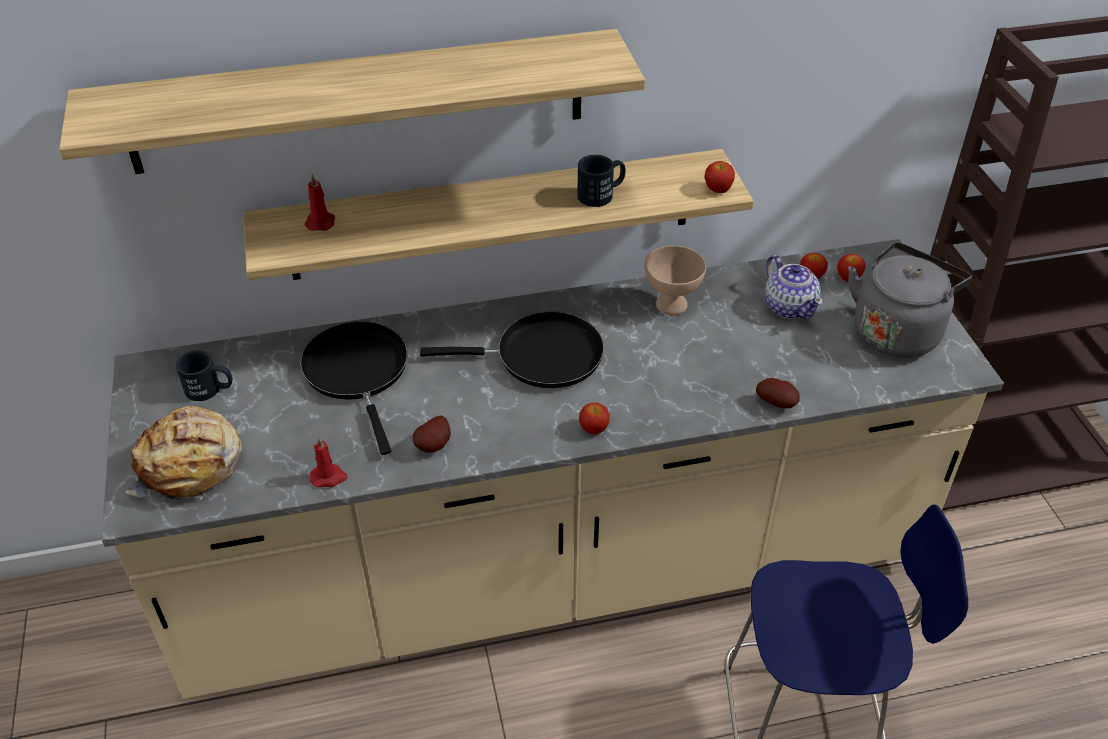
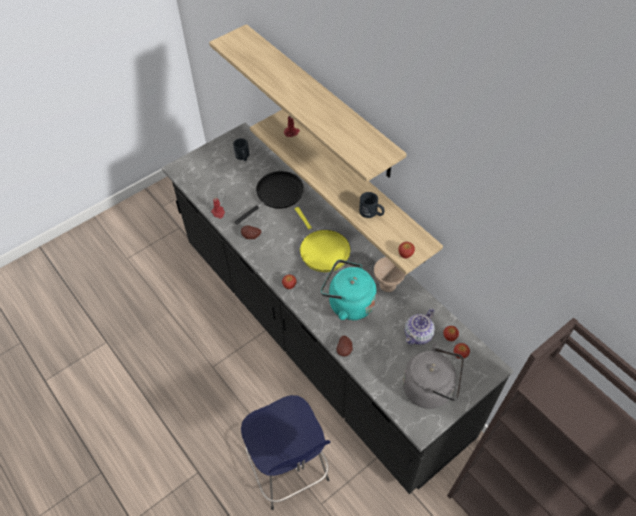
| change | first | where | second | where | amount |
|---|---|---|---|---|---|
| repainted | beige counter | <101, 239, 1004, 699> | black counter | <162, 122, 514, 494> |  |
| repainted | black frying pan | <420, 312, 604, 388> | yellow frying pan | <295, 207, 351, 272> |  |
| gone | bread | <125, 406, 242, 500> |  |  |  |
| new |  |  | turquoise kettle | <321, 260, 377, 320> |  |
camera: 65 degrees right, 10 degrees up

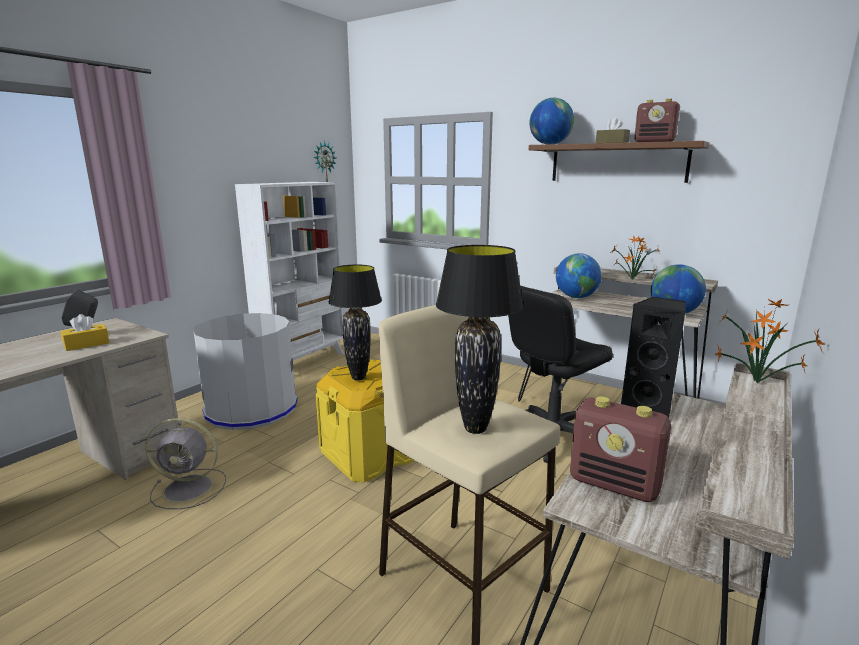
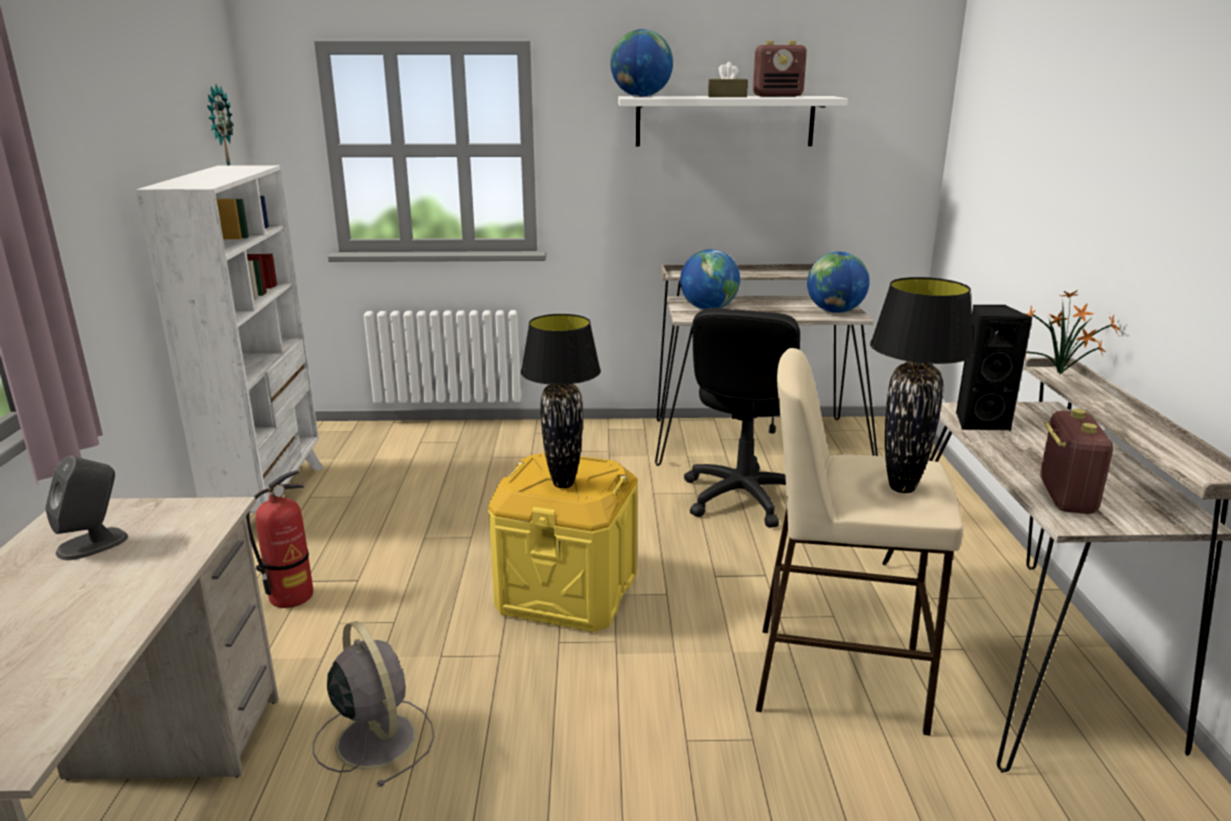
| change | first | where | second | where | amount |
|---|---|---|---|---|---|
| repainted | brown shelf | <529, 141, 710, 183> | white shelf | <618, 96, 848, 147> |  |
| gone | potted plant | <610, 235, 660, 279> |  |  |  |
| swapped | grey trash can | <193, 313, 298, 430> | fire extinguisher | <246, 470, 313, 608> |  |
| gone | yellow tissue box | <61, 314, 109, 351> |  |  |  |
| rotated | radio | <570, 397, 671, 502> |  | <1040, 409, 1113, 514> | 75 degrees counterclockwise |
| rotated | grey fan | <145, 418, 226, 509> |  | <313, 621, 435, 787> | 90 degrees counterclockwise |
camera: 35 degrees left, 5 degrees up

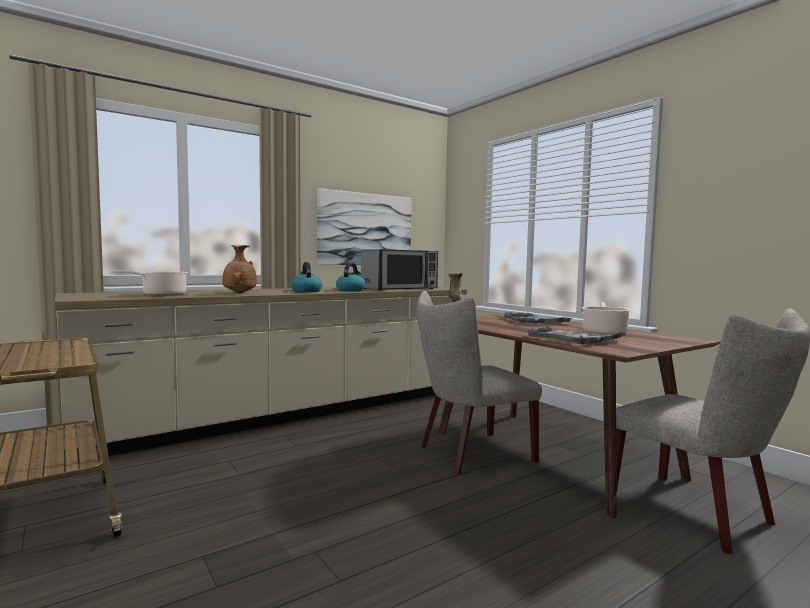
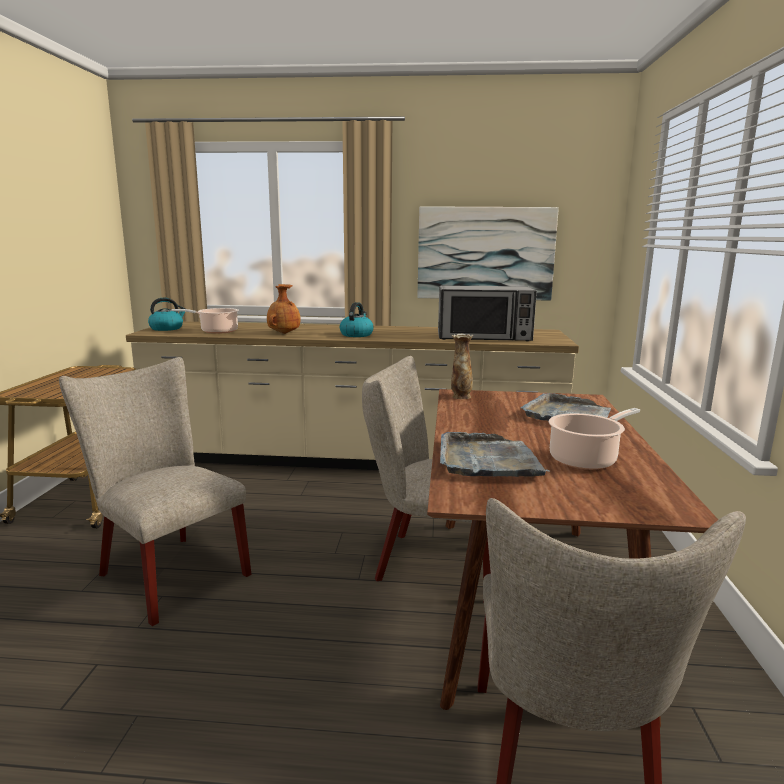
| change | first | where | second | where | amount |
|---|---|---|---|---|---|
| shifted | kettle | <336, 263, 366, 292> |  | <148, 298, 186, 331> |  |
| new |  |  | beige chair | <59, 357, 251, 626> |  |
camera: 40 degrees right, 10 degrees up

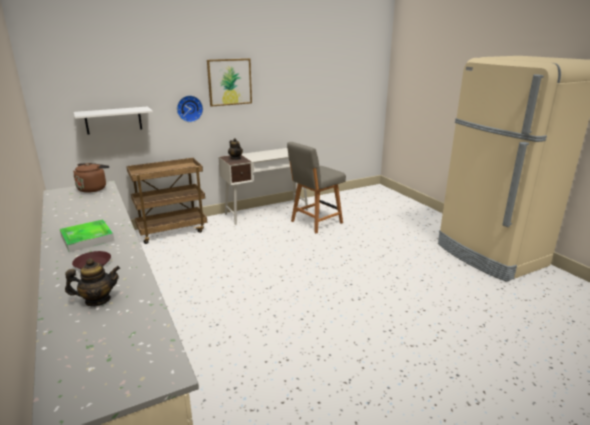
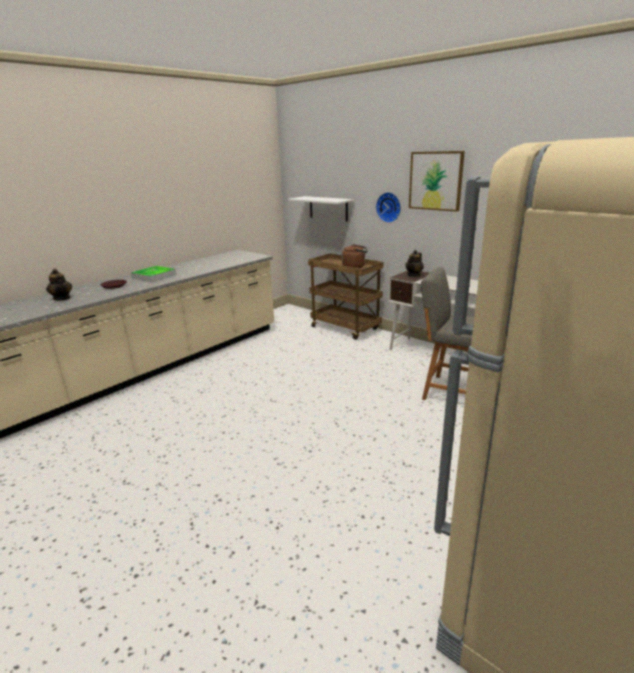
| change | first | where | second | where | amount |
|---|---|---|---|---|---|
| shifted | brown kettle | <73, 163, 109, 193> |  | <342, 244, 367, 268> |  |
camera: 70 degrees right, 0 degrees up

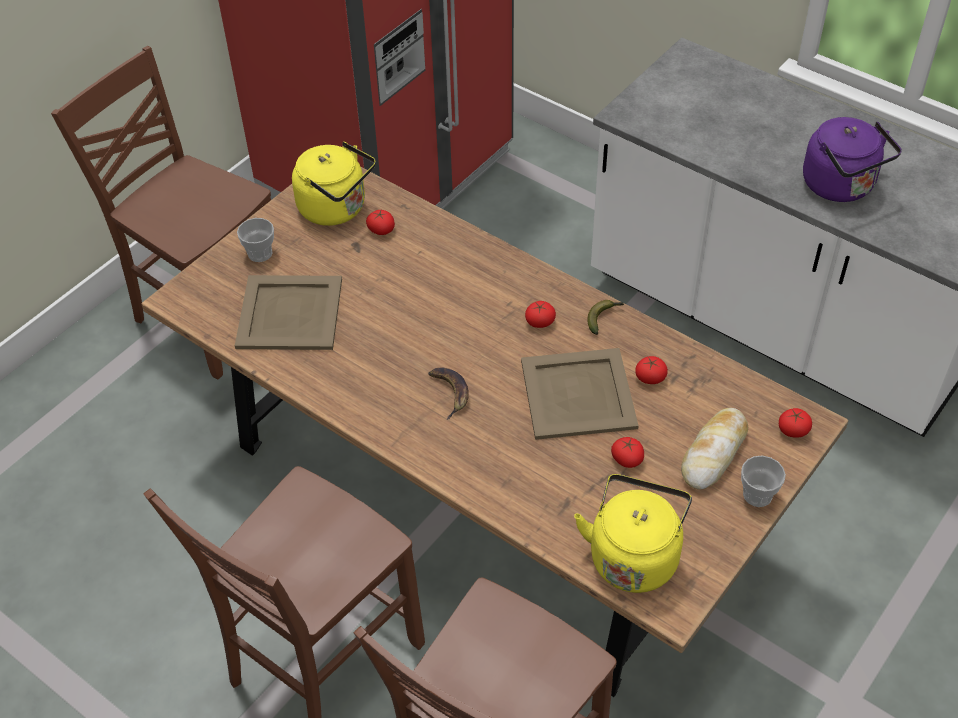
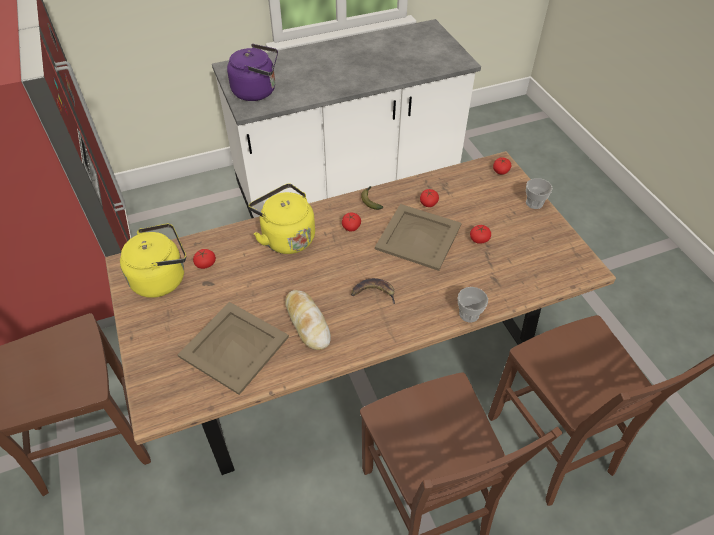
| change | first | where | second | where | amount |
|---|---|---|---|---|---|
| shifted | purple kettle | <803, 117, 902, 202> |  | <227, 44, 278, 101> |  |
| shifted | cup | <237, 218, 274, 262> |  | <458, 287, 488, 323> |  |
| shifted | bread | <681, 408, 748, 490> |  | <285, 290, 331, 350> |  |
| shifted | yellow kettle | <574, 474, 692, 593> |  | <248, 183, 315, 254> |  |
camera: 60 degrees left, 0 degrees up

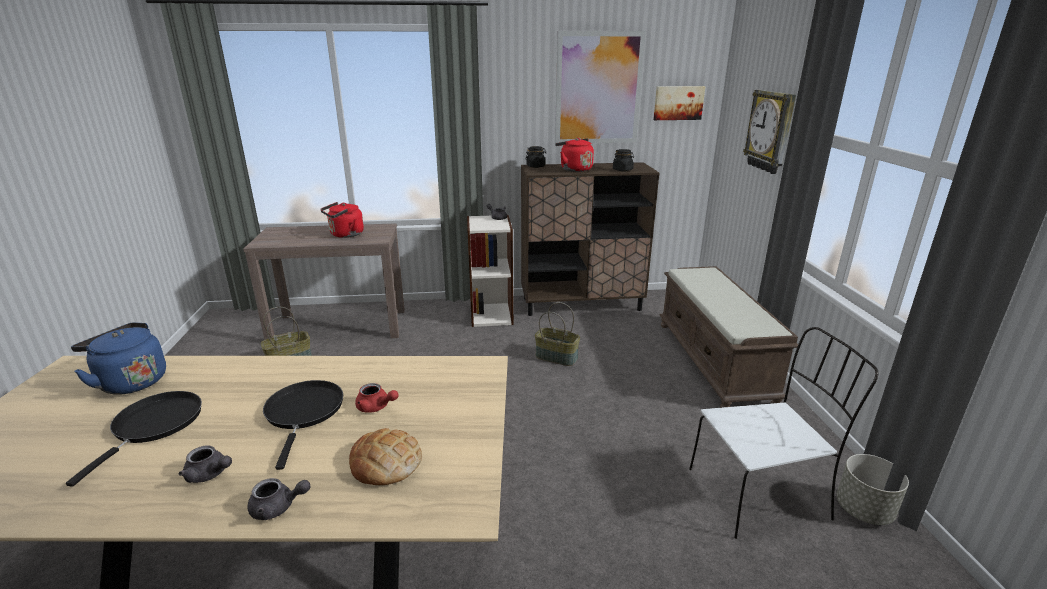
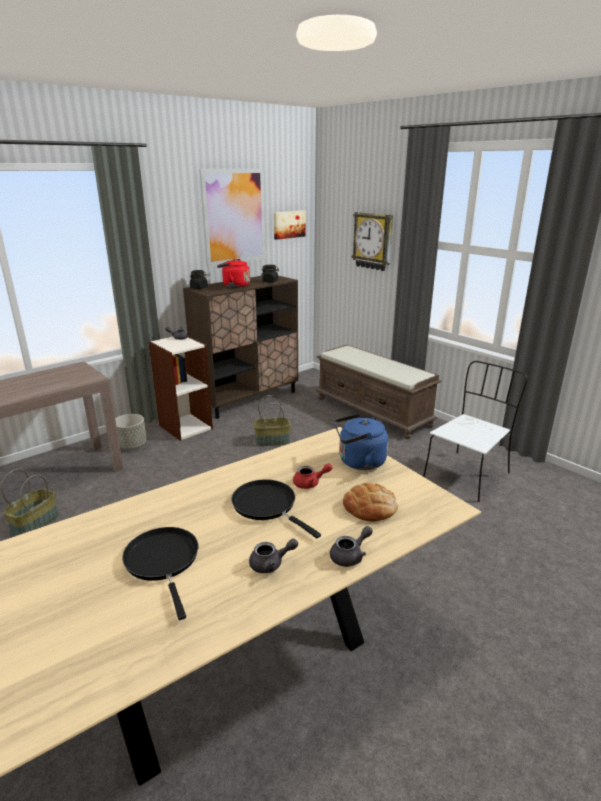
| change | first | where | second | where | amount |
|---|---|---|---|---|---|
| gone | red kettle | <320, 202, 364, 238> |  |  |  |
| shifted | blue kettle | <71, 322, 166, 395> |  | <334, 413, 388, 470> |  |
| shifted | grey planter | <836, 454, 909, 525> |  | <115, 414, 147, 449> |  |
camera: 35 degrees left, 0 degrees up

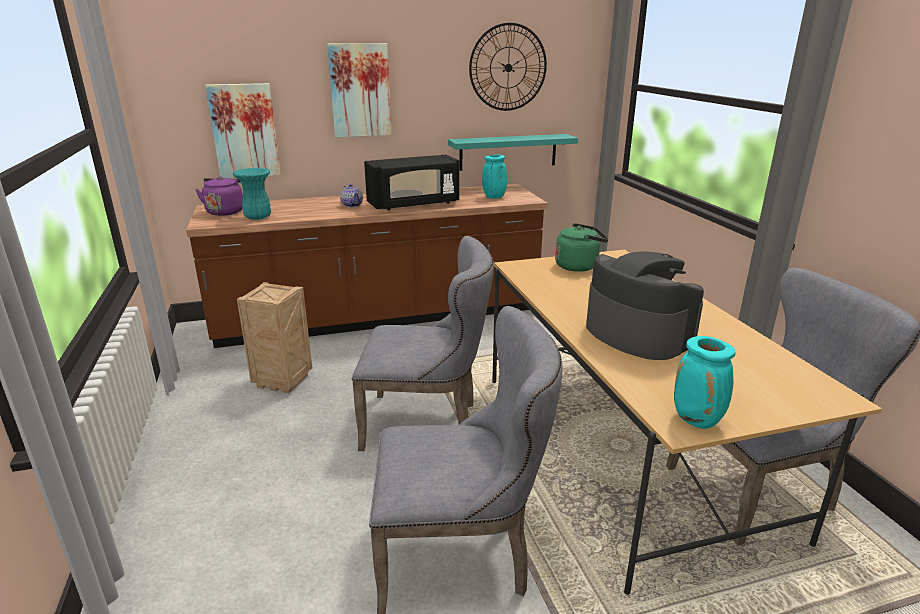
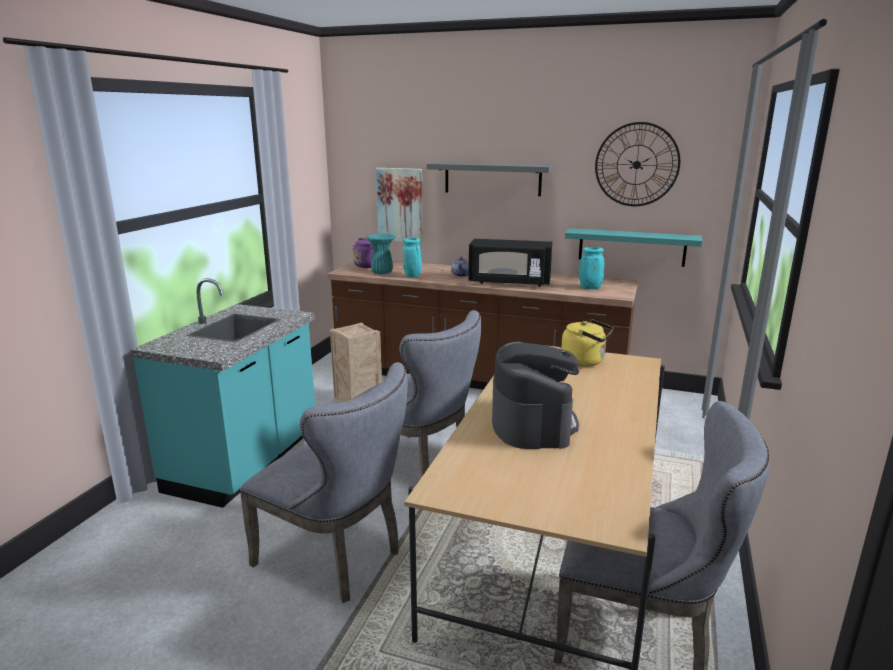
| change | first | where | second | where | amount |
|---|---|---|---|---|---|
| swapped | picture | <327, 43, 391, 137> | grey shelf | <427, 162, 554, 196> |  |
| repainted | green kettle | <555, 223, 608, 272> | yellow kettle | <561, 319, 614, 367> |  |
| shifted | turquoise vase | <674, 336, 735, 429> |  | <402, 237, 422, 278> |  |
| new |  |  | turquoise counter | <130, 278, 315, 508> |  |
camera: 35 degrees right, 5 degrees down

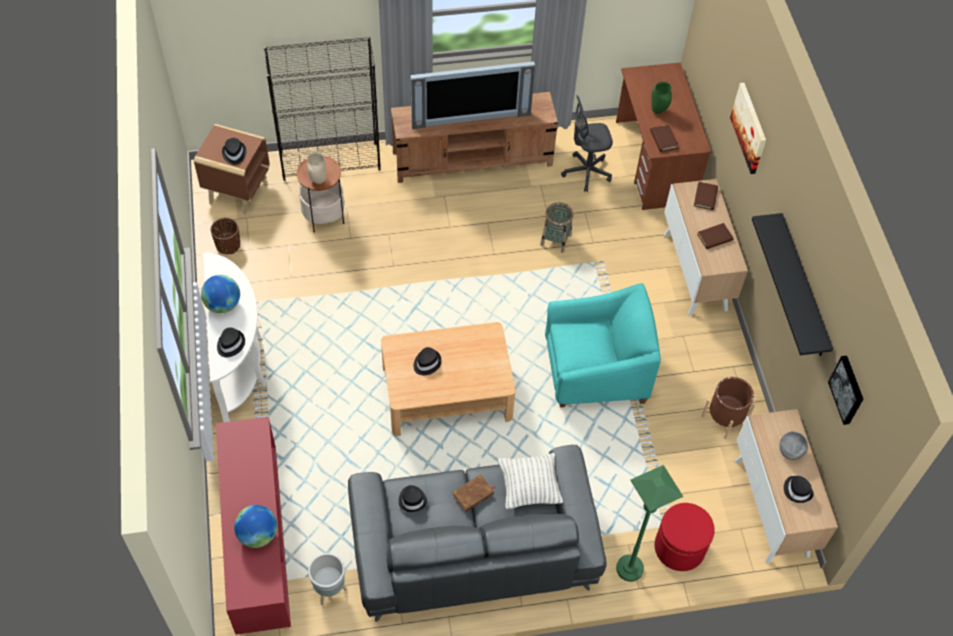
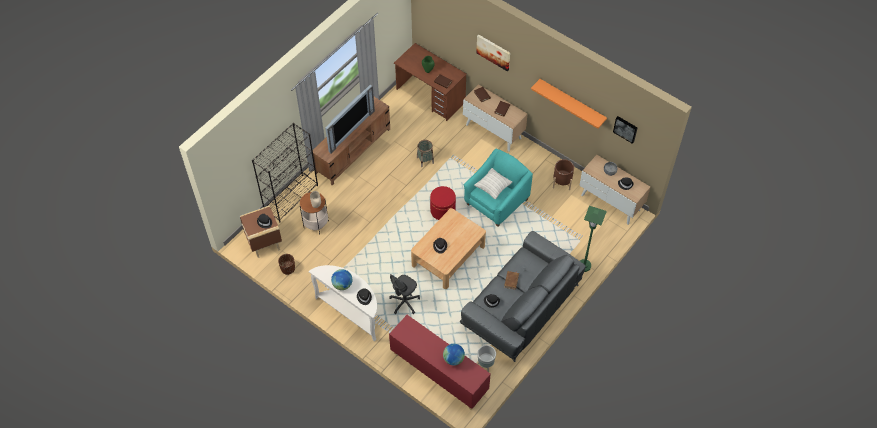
| change | first | where | second | where | amount |
|---|---|---|---|---|---|
| shifted | grey office chair | <561, 95, 613, 192> |  | <389, 274, 420, 314> |  |
| repainted | black shelf | <752, 213, 833, 356> | orange shelf | <531, 79, 607, 129> |  |
| shifted | pillow | <498, 453, 563, 509> |  | <474, 168, 512, 199> |  |
| shifted | red ottoman | <655, 503, 715, 571> |  | <430, 186, 456, 220> |  |
camera: 40 degrees left, 0 degrees up

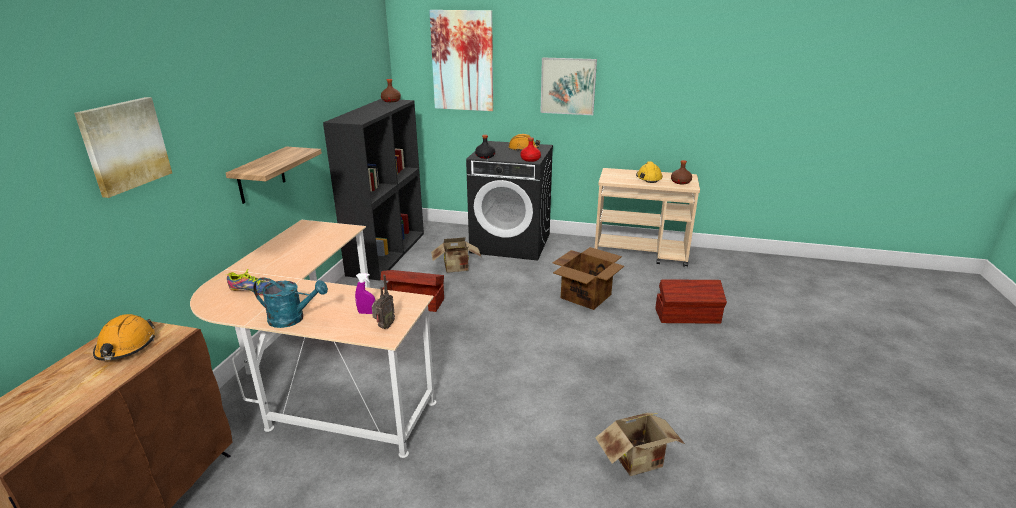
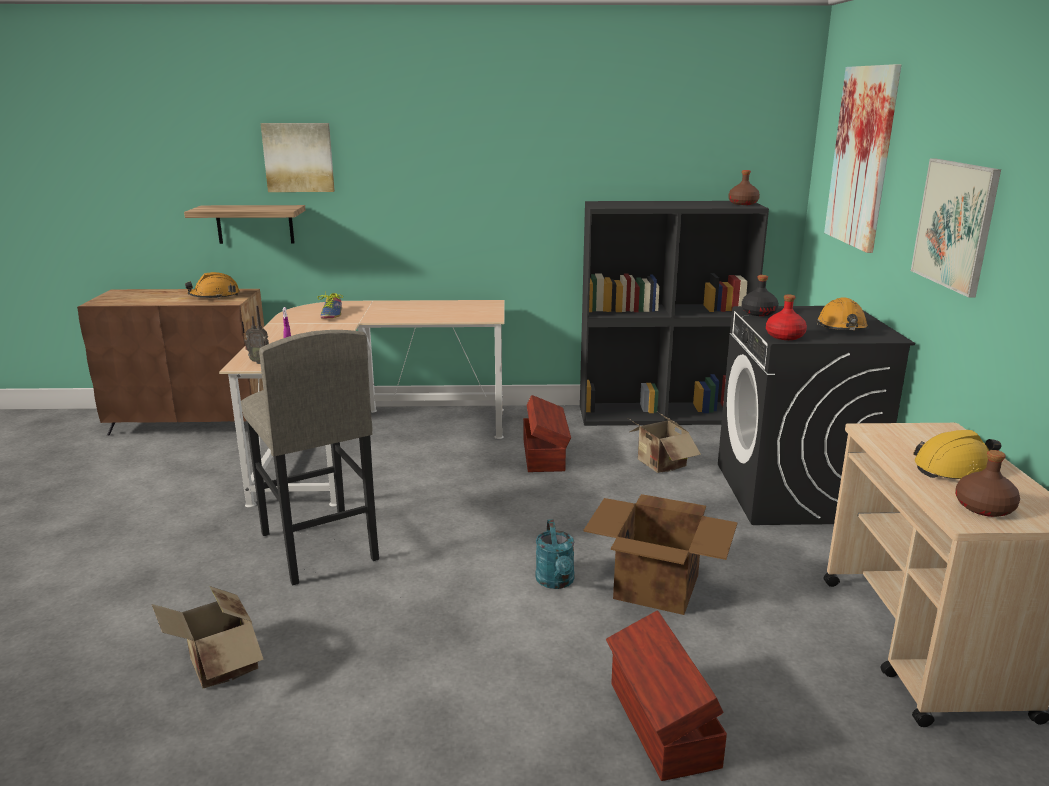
| change | first | where | second | where | amount |
|---|---|---|---|---|---|
| shifted | shelf | <226, 146, 322, 204> |  | <184, 205, 306, 244> |  |
| shifted | turquoise watering can | <253, 277, 328, 328> |  | <535, 519, 574, 589> |  |
| new |  |  | grey stool | <241, 330, 379, 585> |  |
camera: 75 degrees right, 5 degrees down

